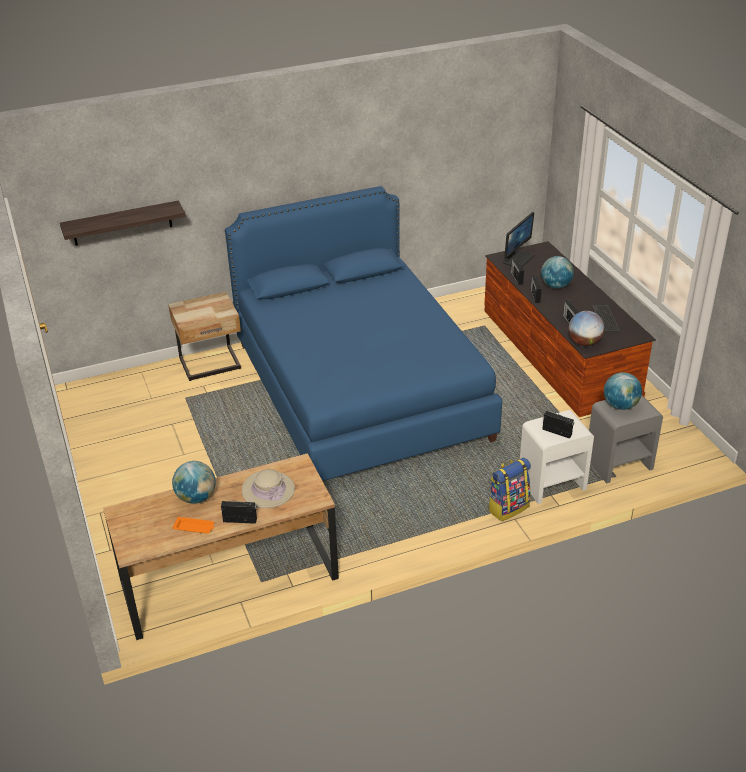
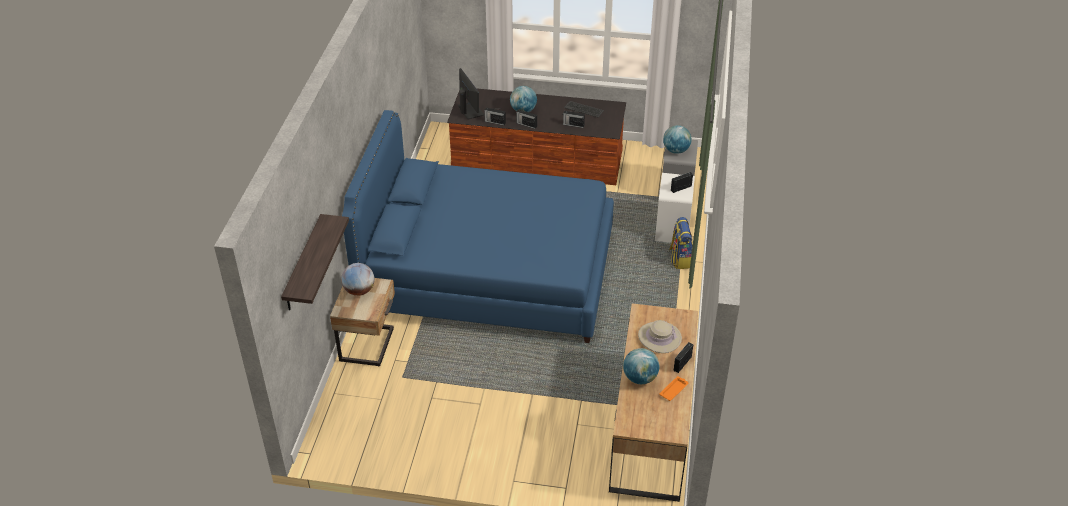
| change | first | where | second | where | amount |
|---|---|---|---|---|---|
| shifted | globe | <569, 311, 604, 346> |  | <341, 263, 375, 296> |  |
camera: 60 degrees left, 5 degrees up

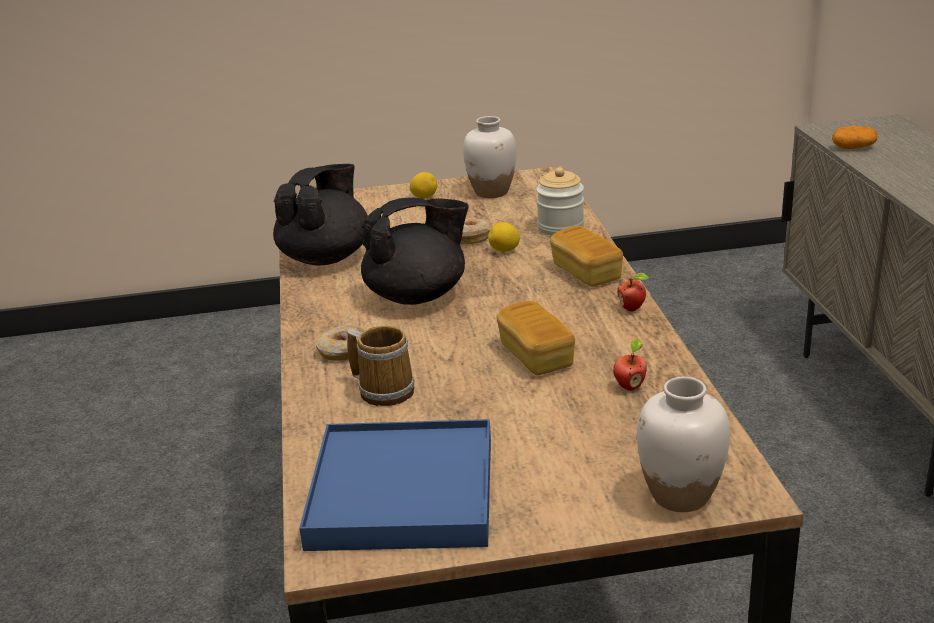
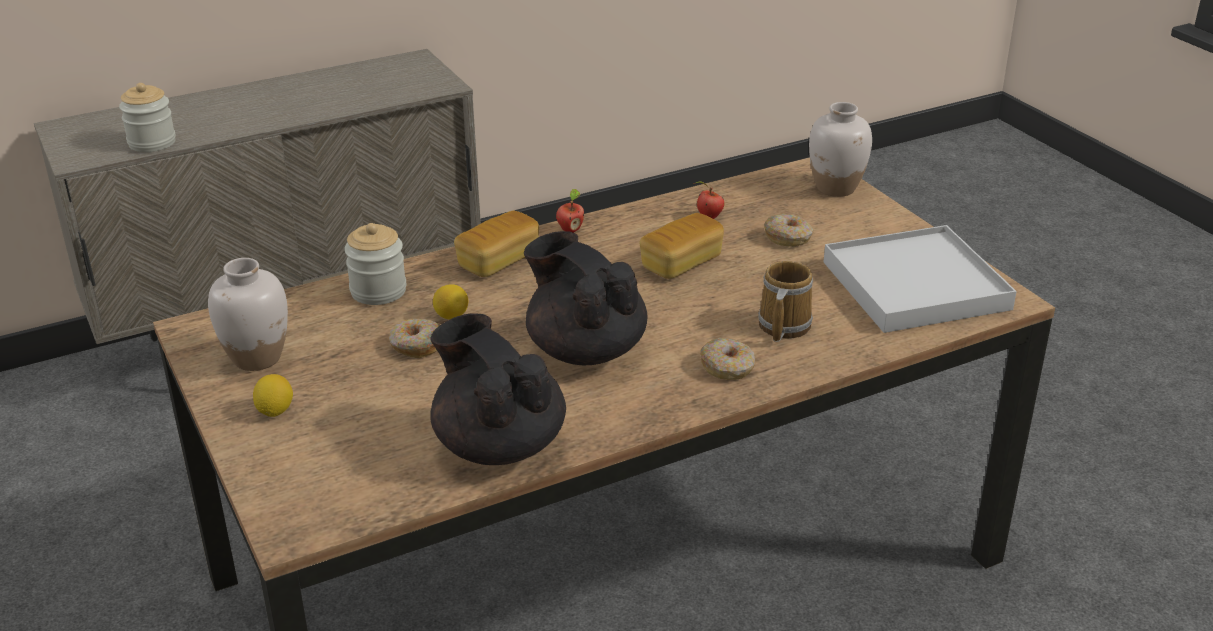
| change | first | where | second | where | amount |
|---|---|---|---|---|---|
| swapped | potato | <832, 126, 877, 149> | jar | <119, 83, 176, 152> |  |
| rotated | black teapot | <273, 164, 368, 265> |  | <430, 313, 566, 465> | 45 degrees clockwise |
| repainted | blue tray | <299, 419, 491, 551> | white tray | <824, 225, 1017, 333> |  |
| new |  |  | donut | <764, 214, 813, 247> |  |
camera: 110 degrees left, 5 degrees up

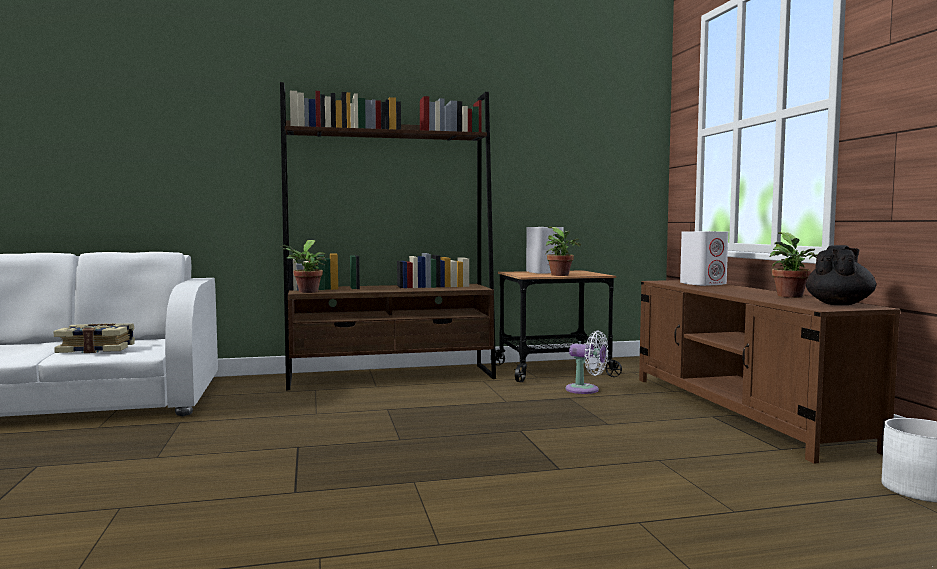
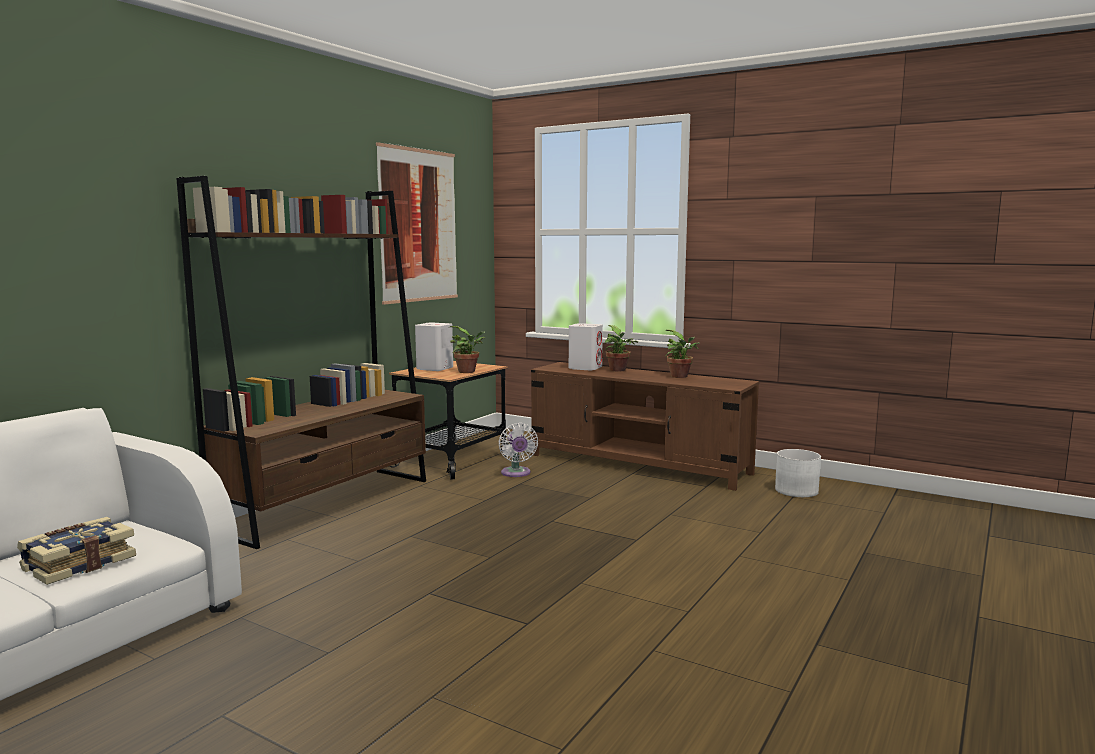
| change | first | where | second | where | amount |
|---|---|---|---|---|---|
| shifted | potted plant | <282, 240, 326, 293> |  | <604, 325, 638, 372> |  |
| gone | black teapot | <806, 245, 876, 305> |  |  |  |
| rotated | white fan | <566, 331, 608, 394> |  | <498, 423, 538, 477> | 90 degrees clockwise |
| new |  |  | picture | <376, 142, 458, 305> |  |
camera: 45 degrees left, 5 degrees up

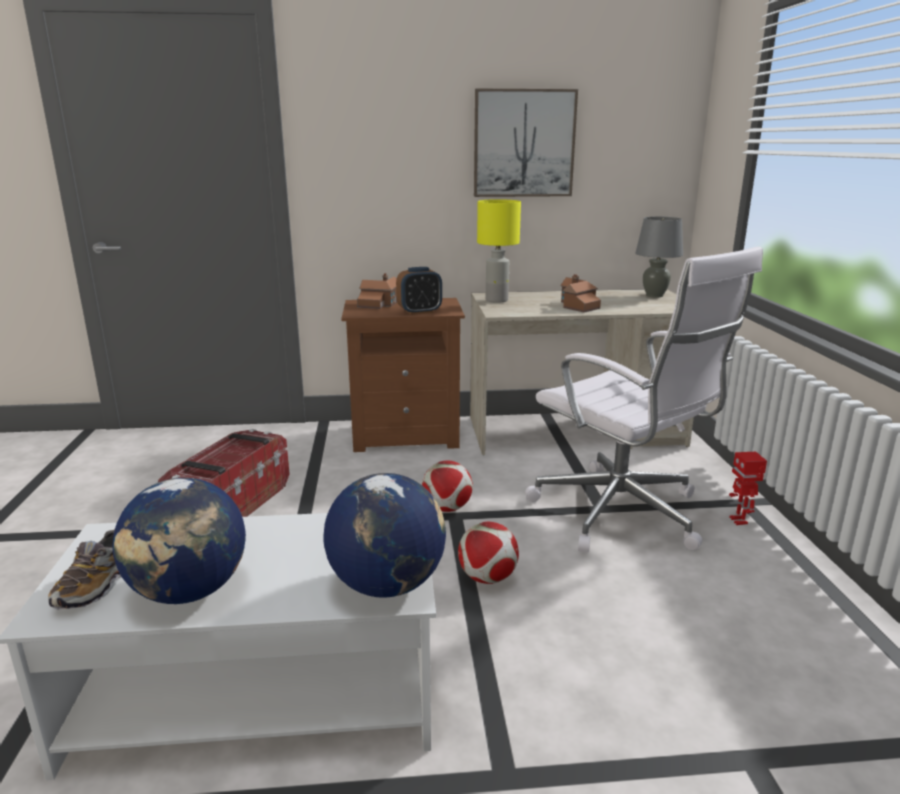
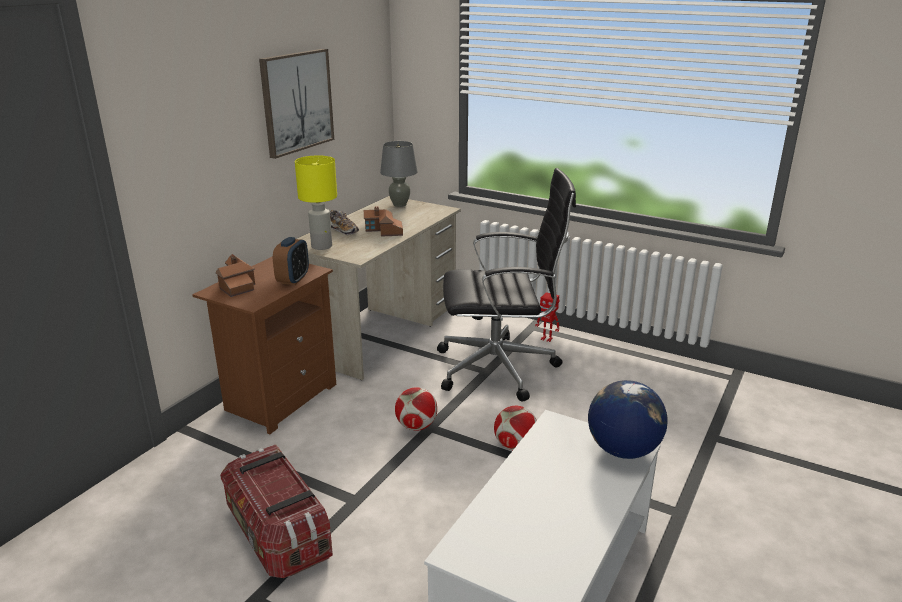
| change | first | where | second | where | amount |
|---|---|---|---|---|---|
| repainted | white office chair | <525, 246, 763, 553> | black office chair | <437, 168, 576, 402> |  |
| gone | globe | <113, 478, 246, 604> |  |  |  |
| shifted | shoe | <48, 529, 121, 610> |  | <330, 210, 359, 235> |  |
camera: 55 degrees left, 5 degrees up

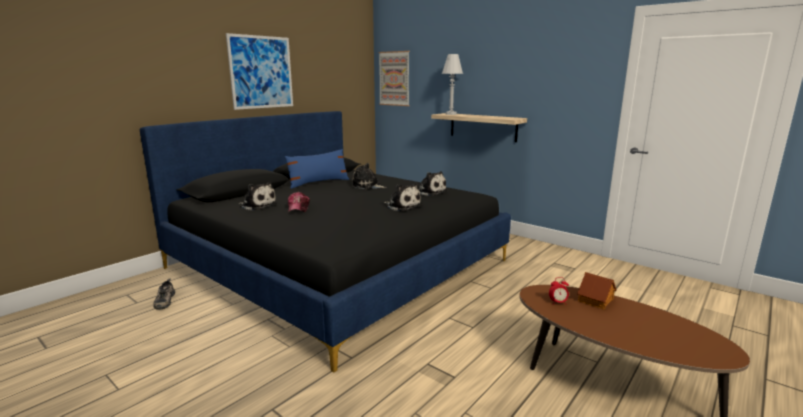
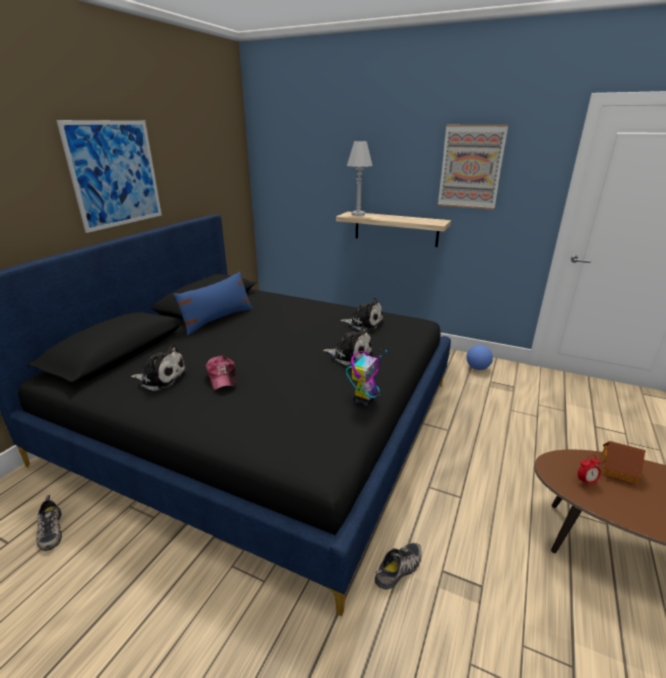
| change | first | where | second | where | amount |
|---|---|---|---|---|---|
| shifted | picture | <379, 51, 410, 106> |  | <438, 125, 508, 210> |  |
| gone | plush toy | <351, 163, 387, 189> |  |  |  |
| new |  |  | football | <466, 345, 493, 370> |  |
| new |  |  | toy robot | <346, 349, 388, 406> |  |
| new |  |  | shoe | <375, 543, 422, 589> |  |
camera: 15 degrees left, 10 degrees up

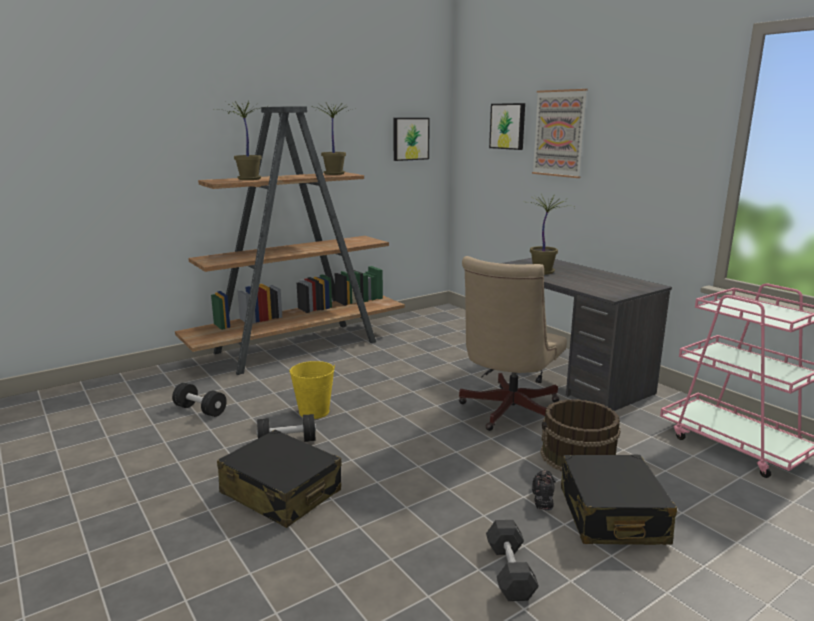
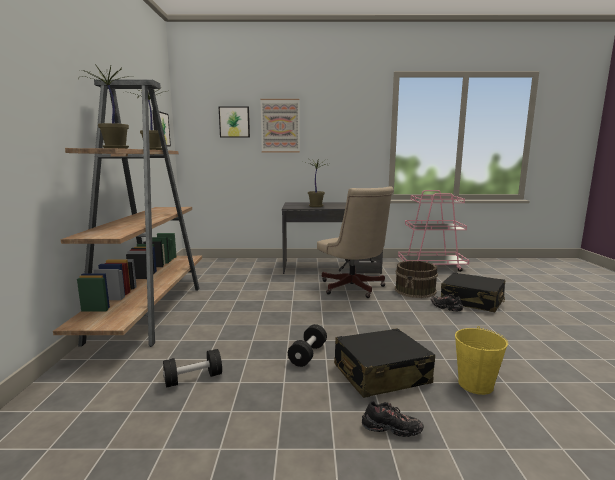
| change | first | where | second | where | amount |
|---|---|---|---|---|---|
| shifted | yellow bucket | <289, 361, 335, 419> |  | <455, 326, 508, 395> |  |
| gone | black dumbbell | <486, 520, 539, 601> |  |  |  |
| new |  |  | black shoe | <362, 401, 424, 437> |  |
camera: 55 degrees left, 5 degrees down

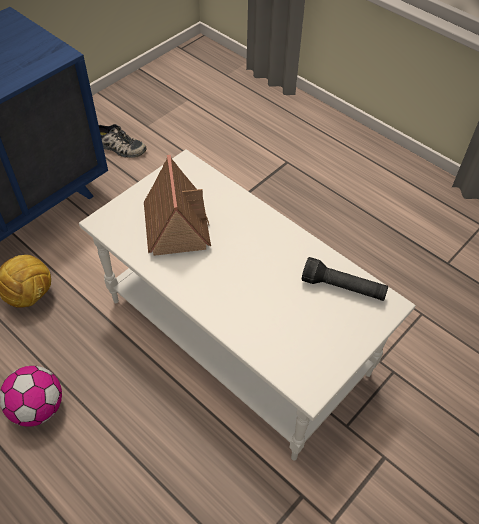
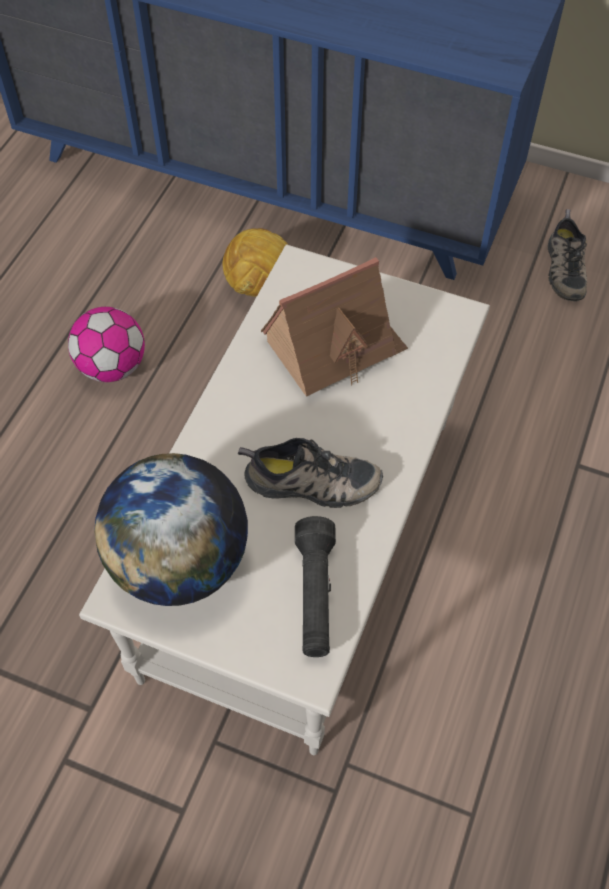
| change | first | where | second | where | amount |
|---|---|---|---|---|---|
| new |  |  | shoe | <238, 438, 383, 508> |  |
| new |  |  | globe | <94, 453, 248, 606> |  |
camera: 70 degrees right, 5 degrees up

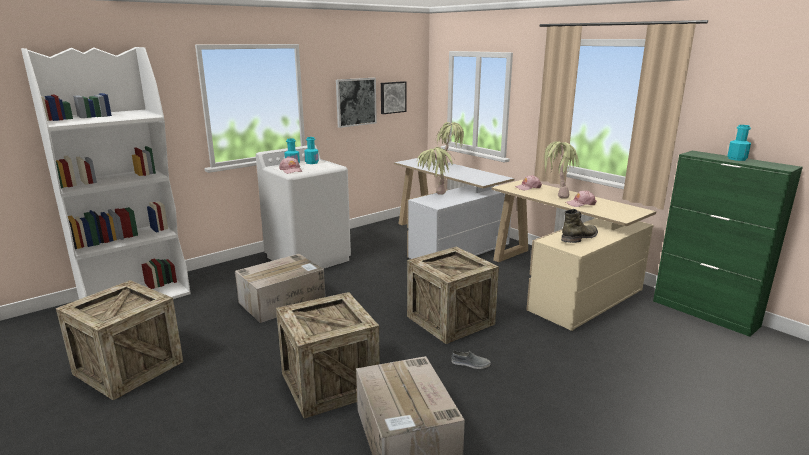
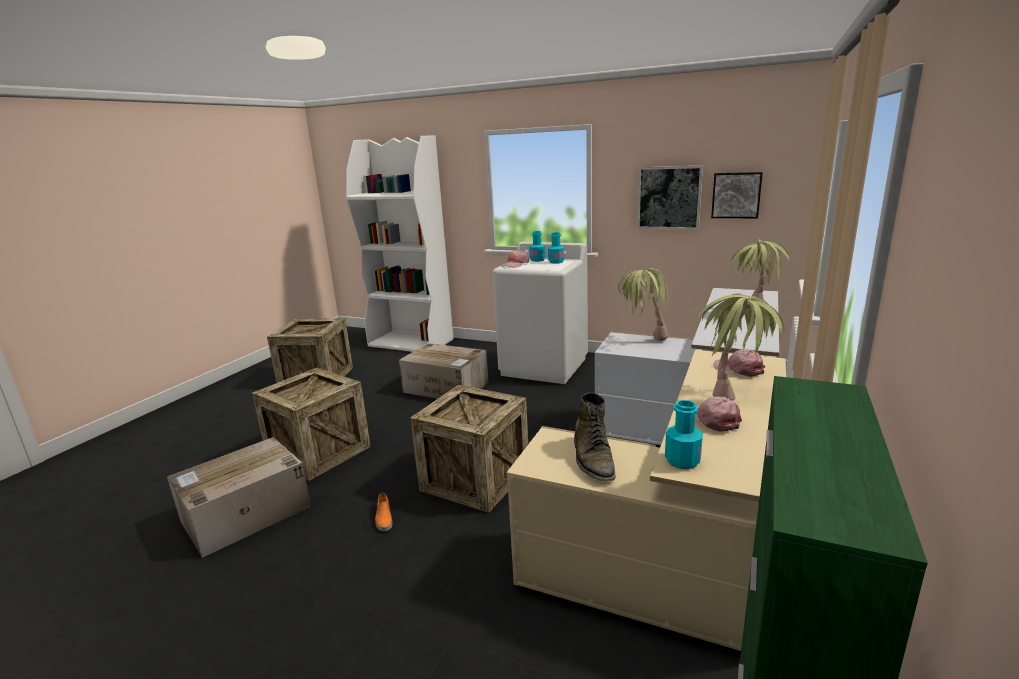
| change | first | where | second | where | amount |
|---|---|---|---|---|---|
| shifted | turquoise bottle | <727, 125, 751, 161> |  | <665, 400, 703, 469> |  |
| rotated | green boot | <561, 209, 598, 243> |  | <574, 393, 615, 481> | 60 degrees clockwise |
| repainted | grey shoe | <451, 350, 490, 369> | orange shoe | <375, 493, 392, 531> |  |
camera: 65 degrees right, 0 degrees up

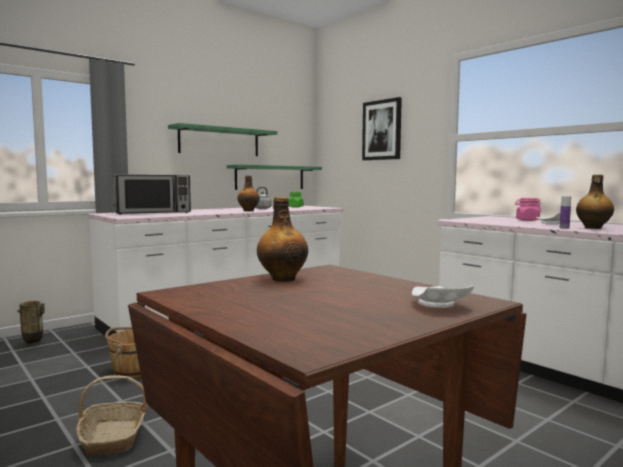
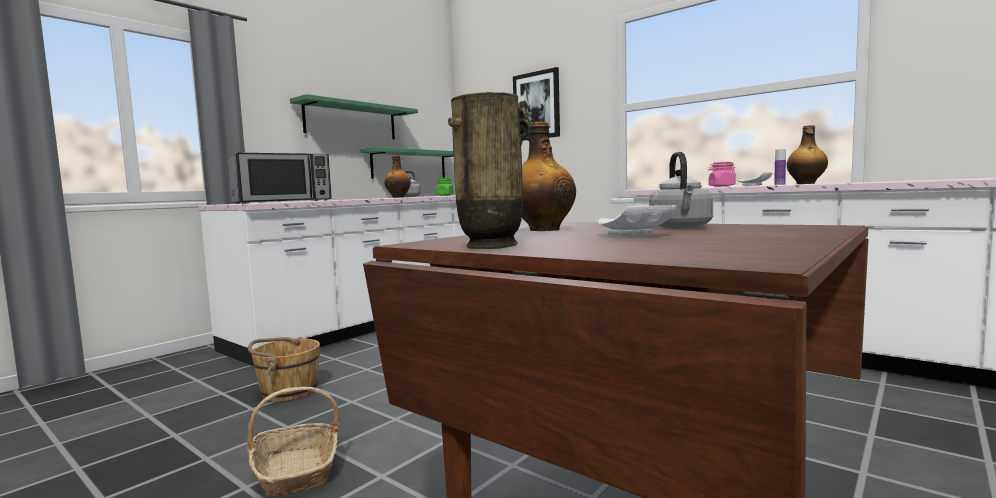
| change | first | where | second | where | amount |
|---|---|---|---|---|---|
| shifted | white plate | <412, 285, 474, 308> |  | <598, 205, 677, 236> |  |
| shifted | vase | <17, 301, 45, 346> |  | <448, 92, 530, 249> |  |
| new |  |  | grey kettle | <649, 152, 713, 229> |  |
camera: 10 degrees left, 0 degrees up

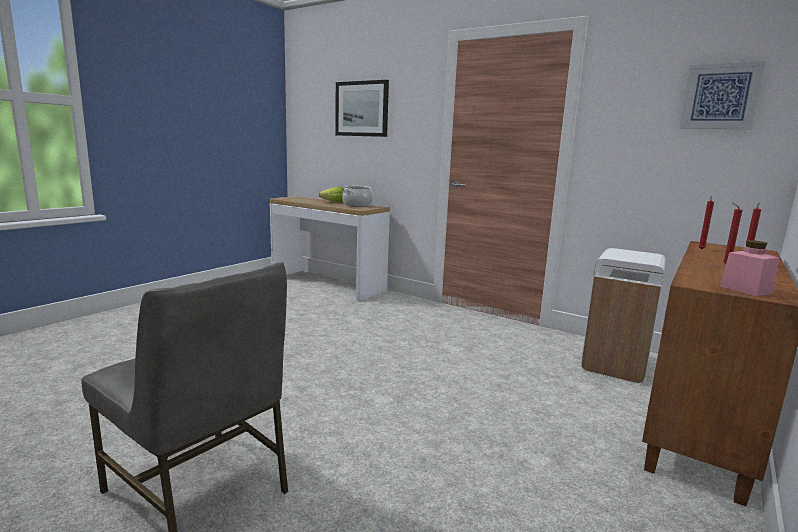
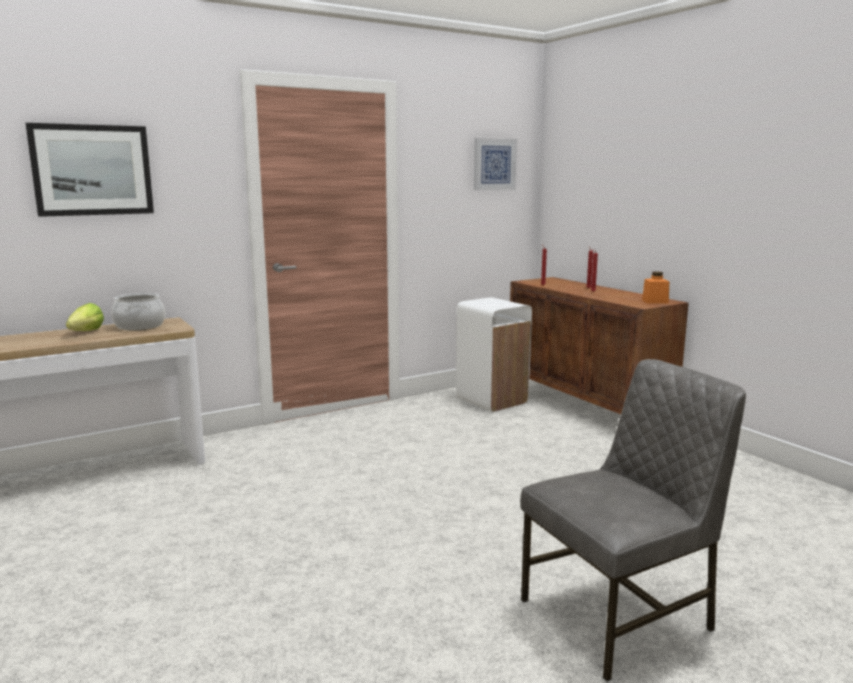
| change | first | where | second | where | amount |
|---|---|---|---|---|---|
| repainted | pink jar | <720, 240, 779, 296> | orange jar | <642, 271, 670, 304> |  |
camera: 65 degrees left, 0 degrees up

